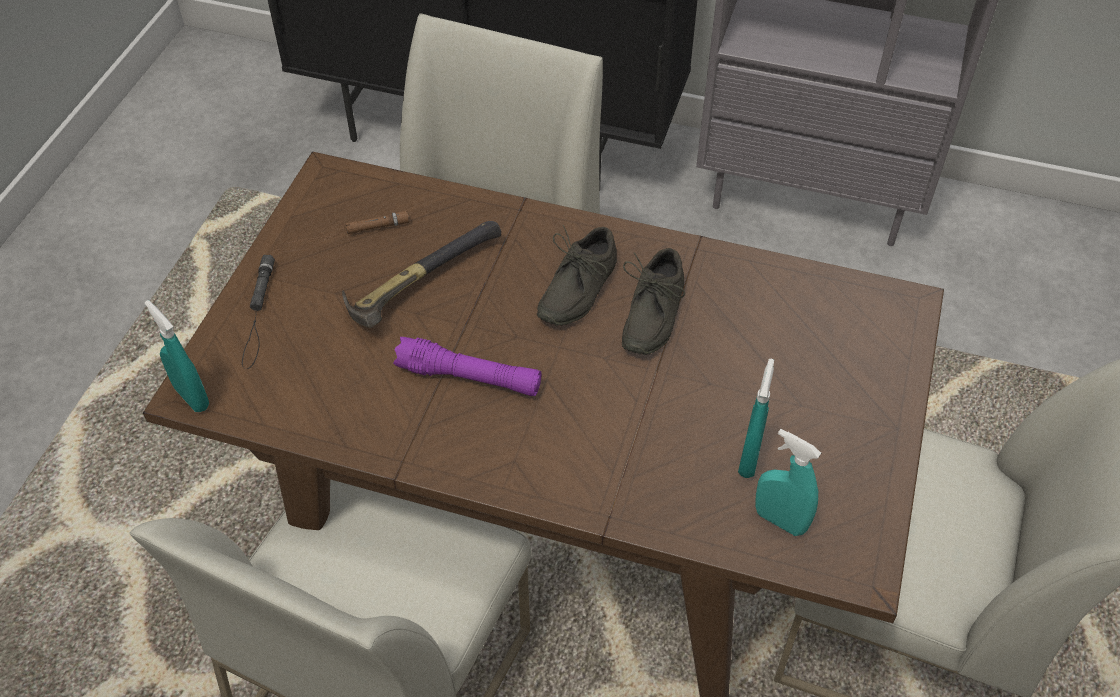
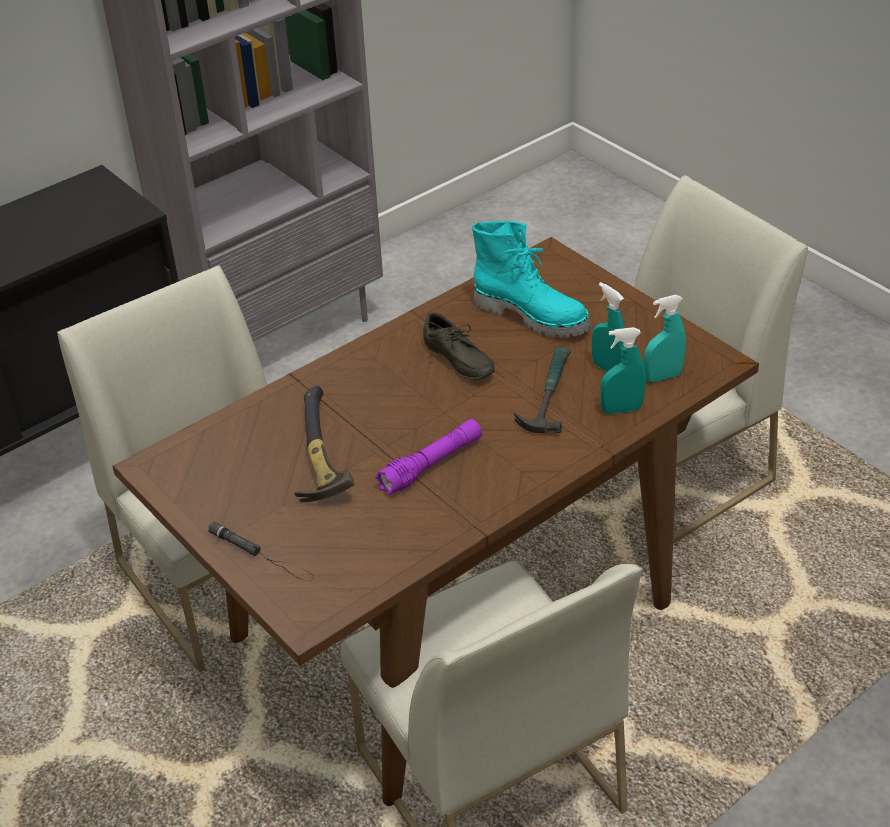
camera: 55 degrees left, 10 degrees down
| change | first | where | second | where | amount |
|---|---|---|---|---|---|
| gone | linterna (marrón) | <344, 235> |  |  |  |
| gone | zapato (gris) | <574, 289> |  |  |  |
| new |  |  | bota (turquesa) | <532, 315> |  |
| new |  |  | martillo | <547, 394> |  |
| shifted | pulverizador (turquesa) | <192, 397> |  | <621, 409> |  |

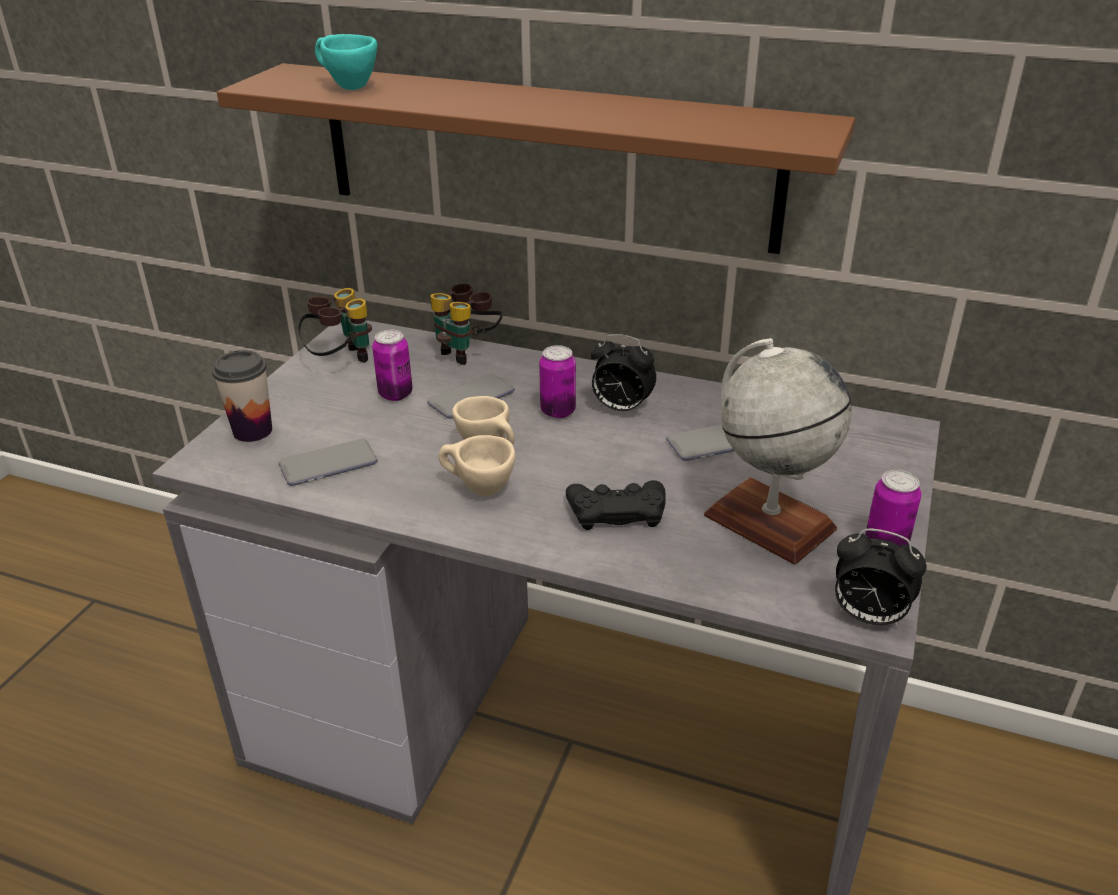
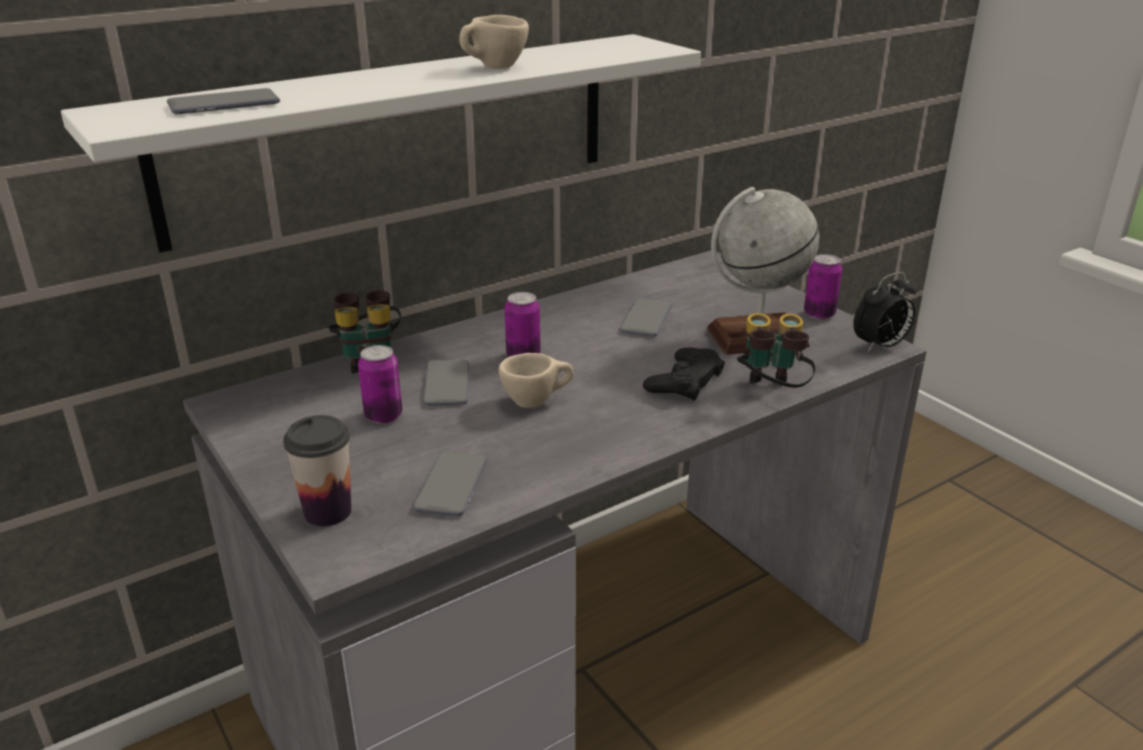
camera: 55 degrees left, 5 degrees down
| change | first | where | second | where | amount |
|---|---|---|---|---|---|
| gone | despertador | <620, 409> |  |  |  |
| shifted | prismáticos | <340, 360> |  | <770, 393> |  |
| shifted | taza (beis) | <477, 489> |  | <494, 68> |  |
| swapped | taza (turquesa) | <346, 86> | móvil | <224, 104> |  |
| repainted | estante (marrón) | <544, 156> | estante (blanco) | <396, 135> |  |

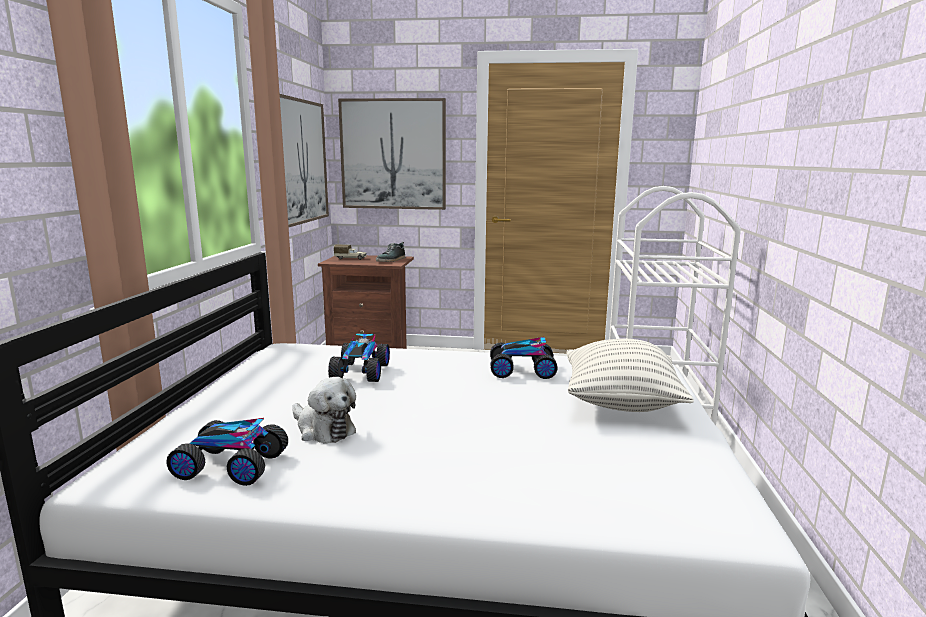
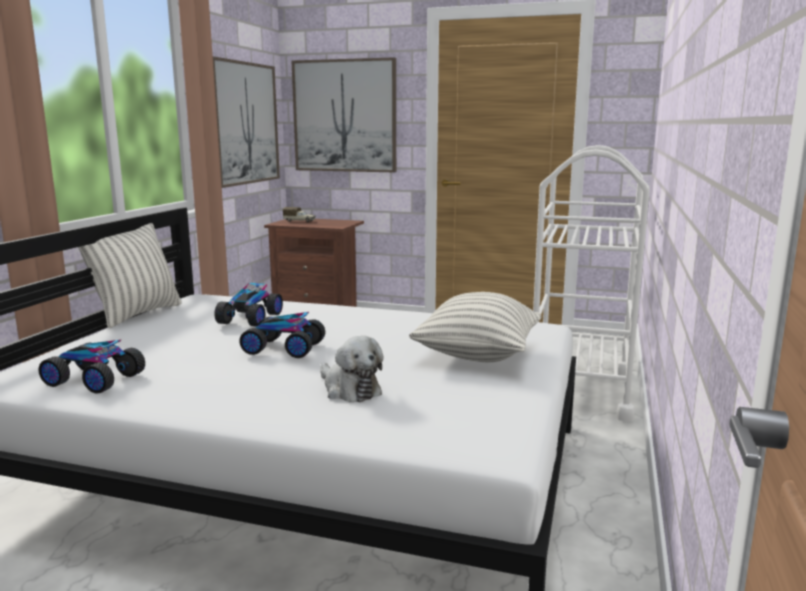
camera: 10 degrees right, 0 degrees up
| change | first | where | second | where | amount |
|---|---|---|---|---|---|
| gone | zapato | <391, 260> |  |  |  |
| new |  |  | cojín | <137, 314> |  |
| shifted | peluche | <323, 429> |  | <349, 389> |  |
| shifted | coche de juguete | <522, 370> |  | <284, 348> |  |

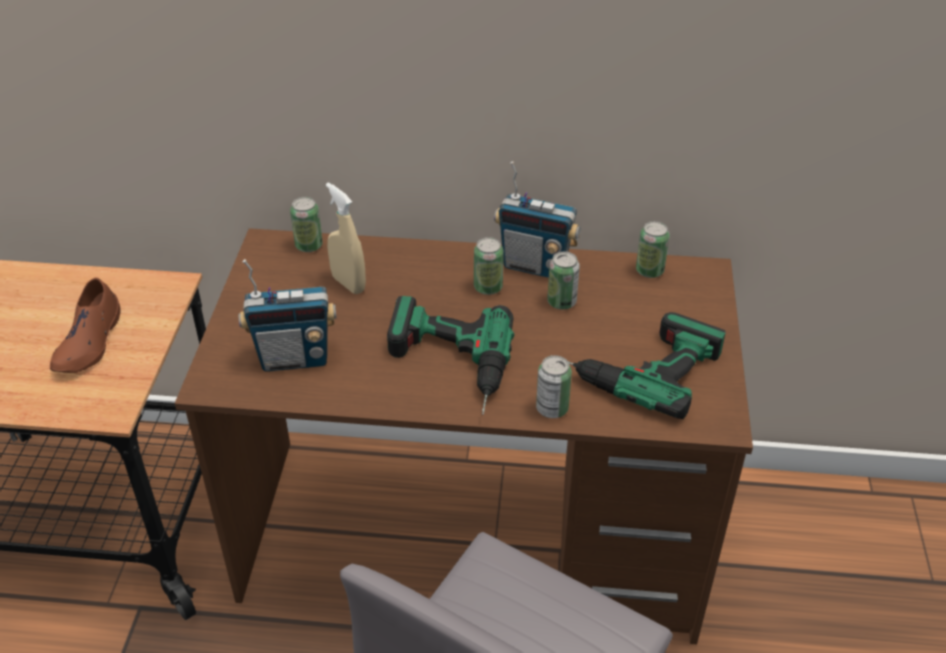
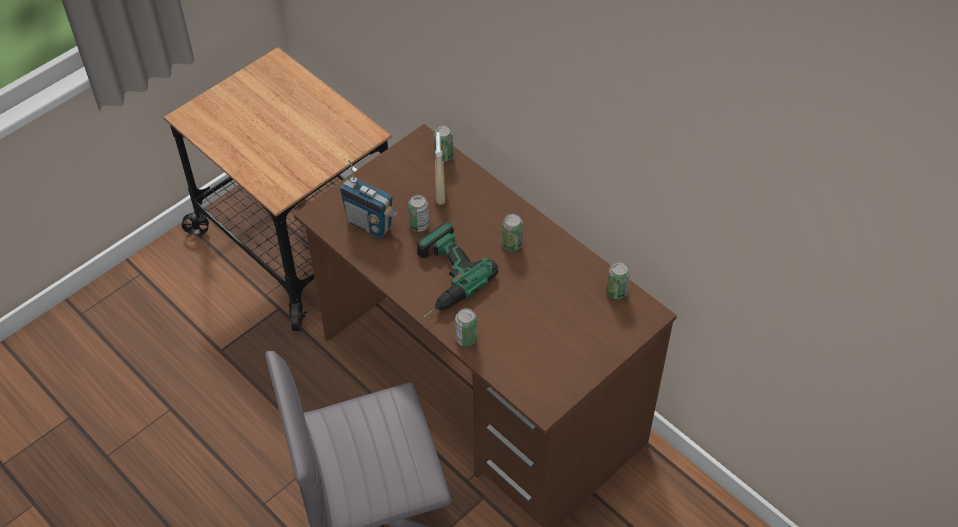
camera: 40 degrees right, 10 degrees up
| change | first | where | second | where | amount |
|---|---|---|---|---|---|
| gone | zapato (marrón) | <89, 342> |  |  |  |
| gone | radio | <535, 266> |  |  |  |
| gone | taladro | <635, 363> |  |  |  |
| shifted | lata | <561, 302> |  | <419, 225> |  |

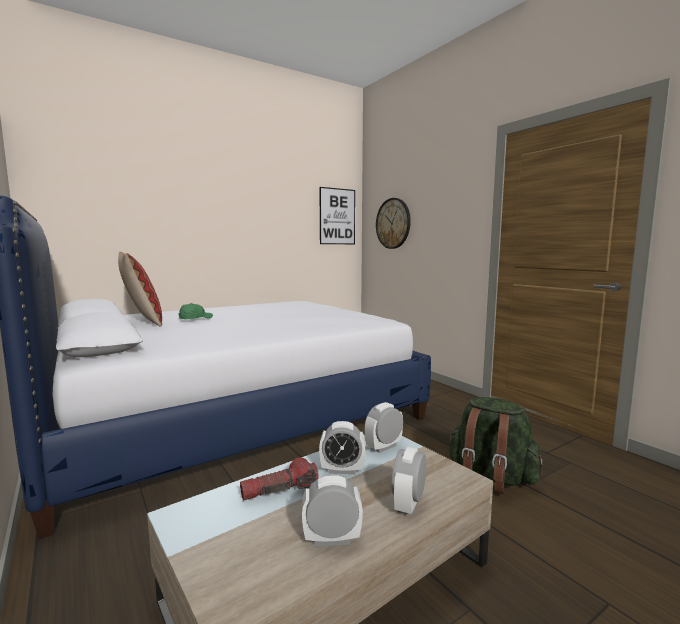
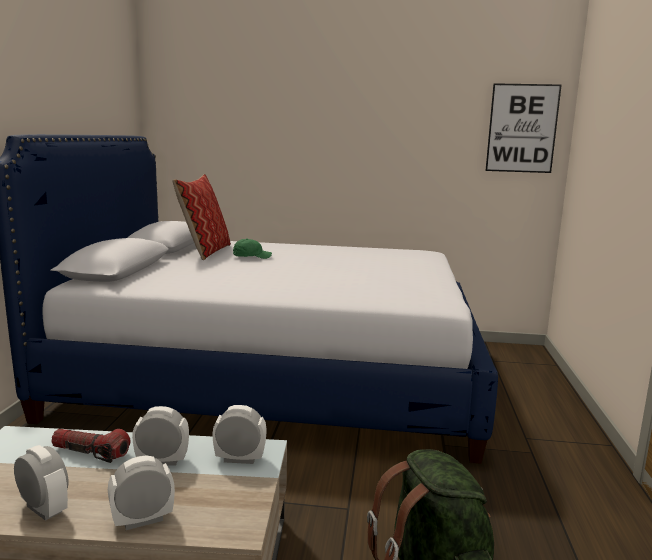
camera: 40 degrees right, 5 degrees up
| change | first | where | second | where | amount |
|---|---|---|---|---|---|
| gone | reloj de pared | <393, 223> |  |  |  |
| rotated | despertador | <342, 470> |  | <162, 461> | 135 degrees clockwise |

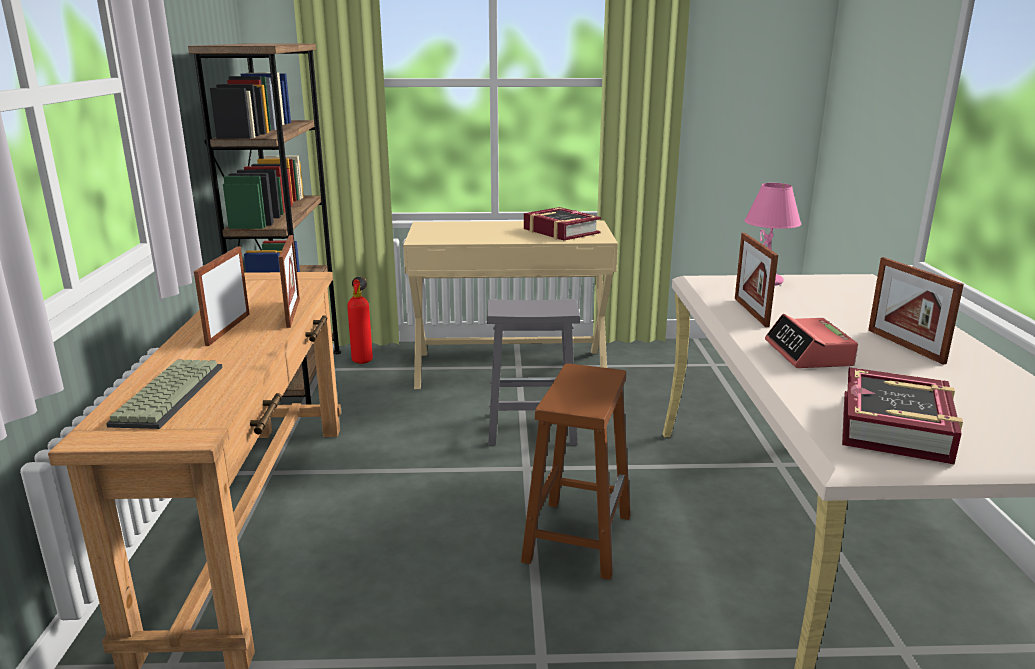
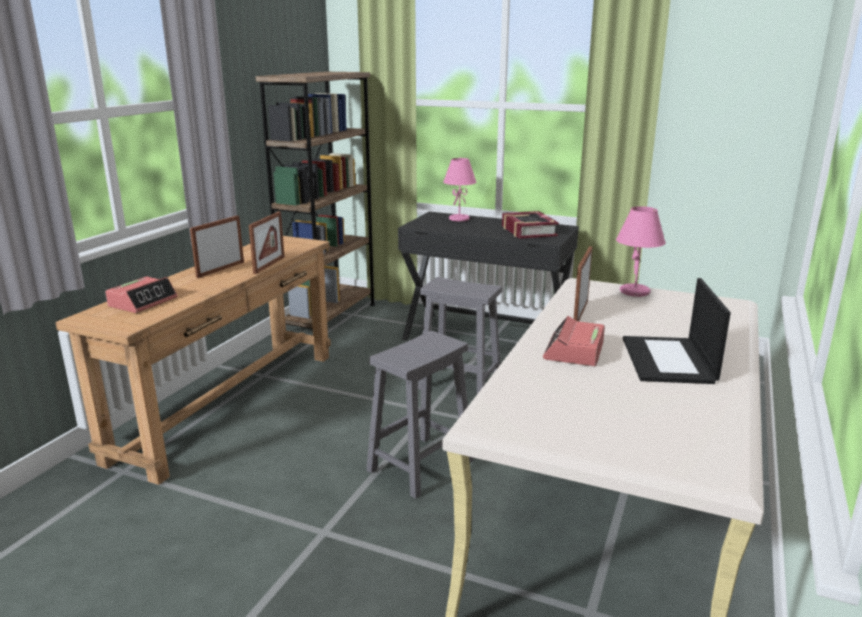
camera: 25 degrees right, 0 degrees up
| change | first | where | second | where | amount |
|---|---|---|---|---|---|
| gone | extintor | <363, 360> |  |  |  |
| gone | libro | <896, 427> |  |  |  |
| new |  |  | lámpara de mesa (rosa) | <459, 219> |  |
| swapped | teclado | <167, 394> | despertador | <143, 302> |  |
| swapped | portarretratos | <905, 346> | portátil | <669, 361> |  |
| repainted | escritorio (beis) | <510, 368> | escritorio (negro) | <485, 337> |  |
| repainted | taburete (marrón) | <578, 536> | taburete (gris) | <421, 465> |  |

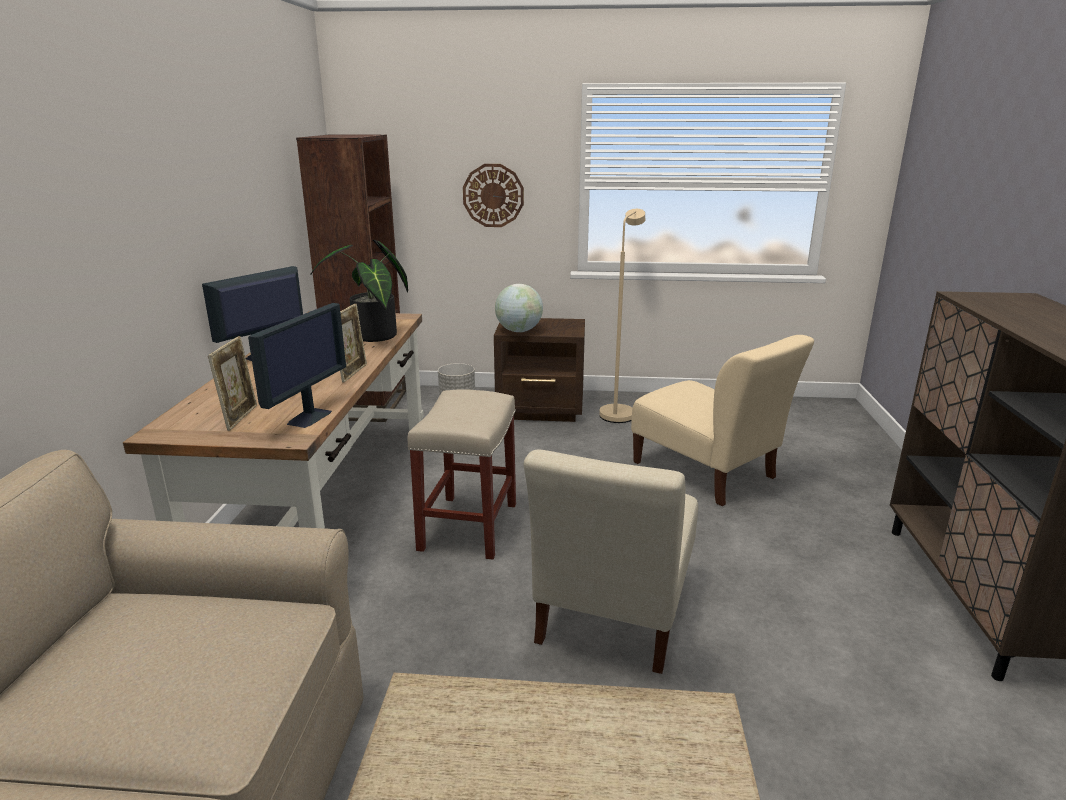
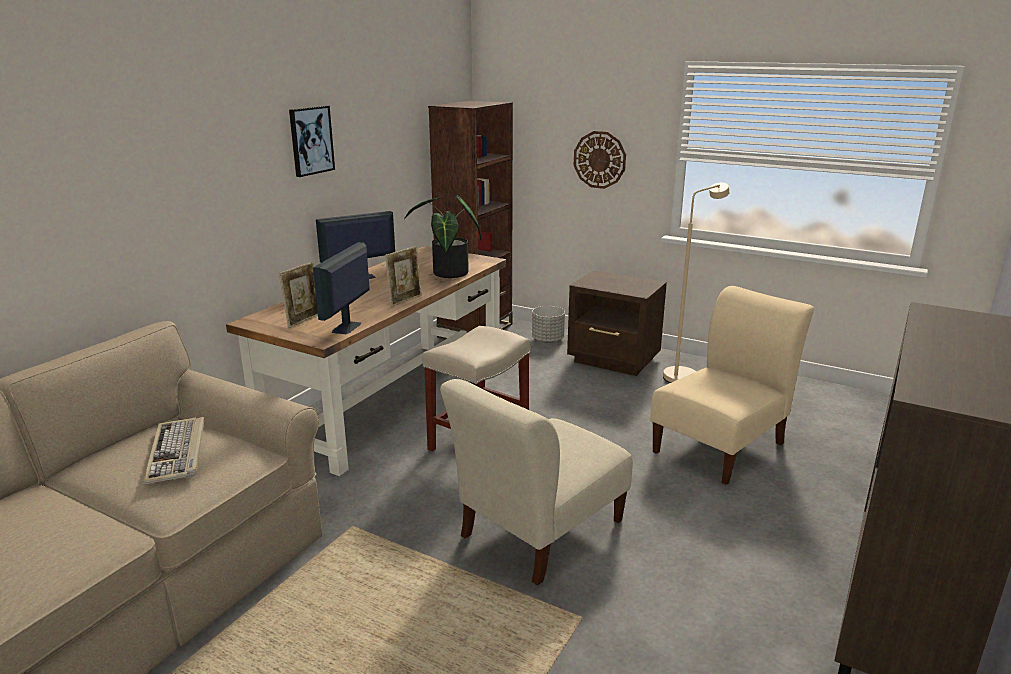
camera: 25 degrees right, 0 degrees up
| change | first | where | second | where | amount |
|---|---|---|---|---|---|
| gone | globo terráqueo | <519, 331> |  |  |  |
| new |  |  | teclado | <178, 453> |  |
| new |  |  | cuadro | <311, 140> |  |
| rotated | monitor | <310, 417> |  | <346, 328> | 150 degrees clockwise |
| rotated | silla (beis) | <707, 473> |  | <721, 445> | 120 degrees counterclockwise |

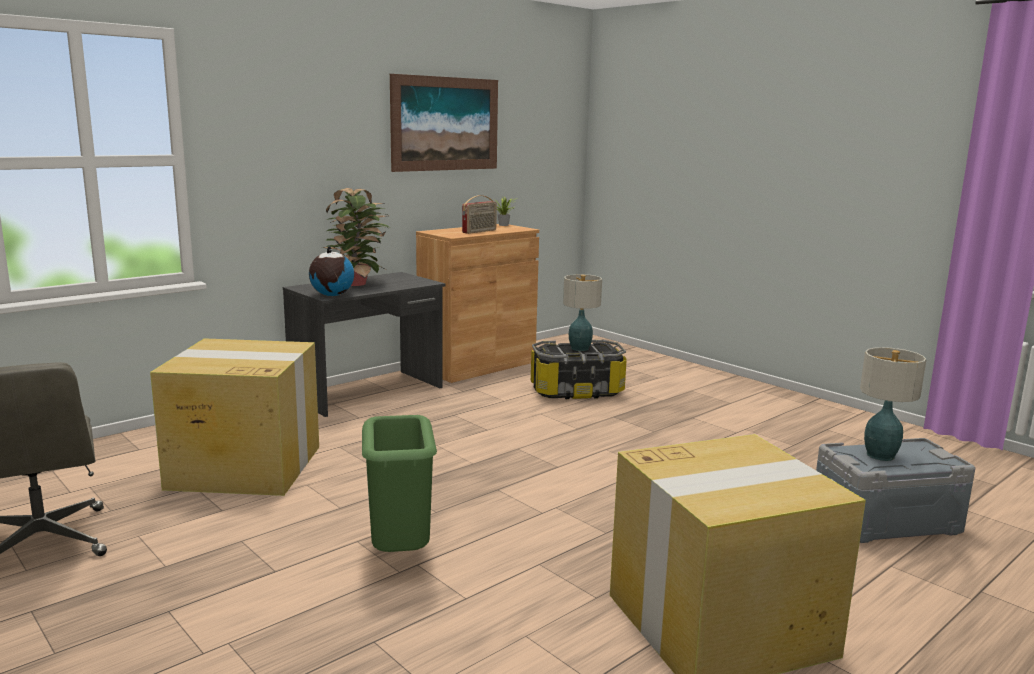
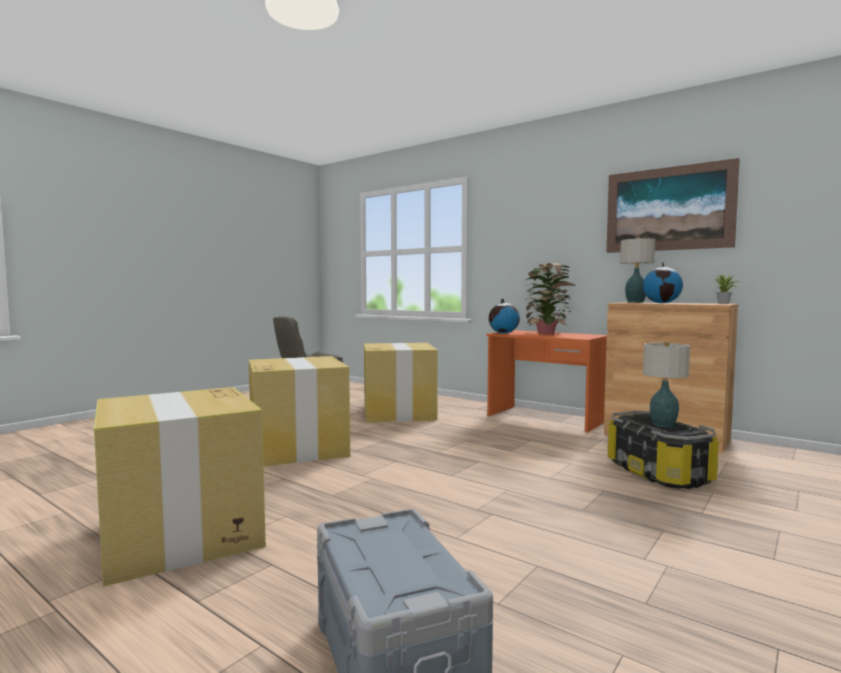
camera: 80 degrees right, 10 degrees down
| change | first | where | second | where | amount |
|---|---|---|---|---|---|
| shifted | lámpara de mesa | <879, 455> |  | <635, 302> |  |
| swapped | papelera (verde) | <398, 554> | caja de cartón | <298, 448> |  |
| swapped | radio | <479, 231> | globo terráqueo | <662, 303> |  |
| repainted | escritorio (gris) | <368, 392> | escritorio (naranja) | <545, 418> |  |

